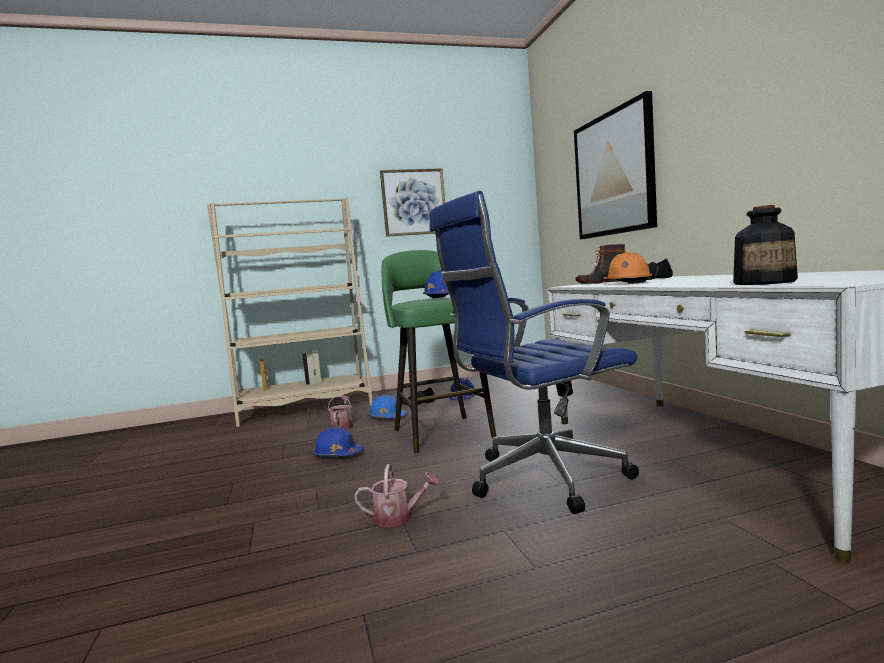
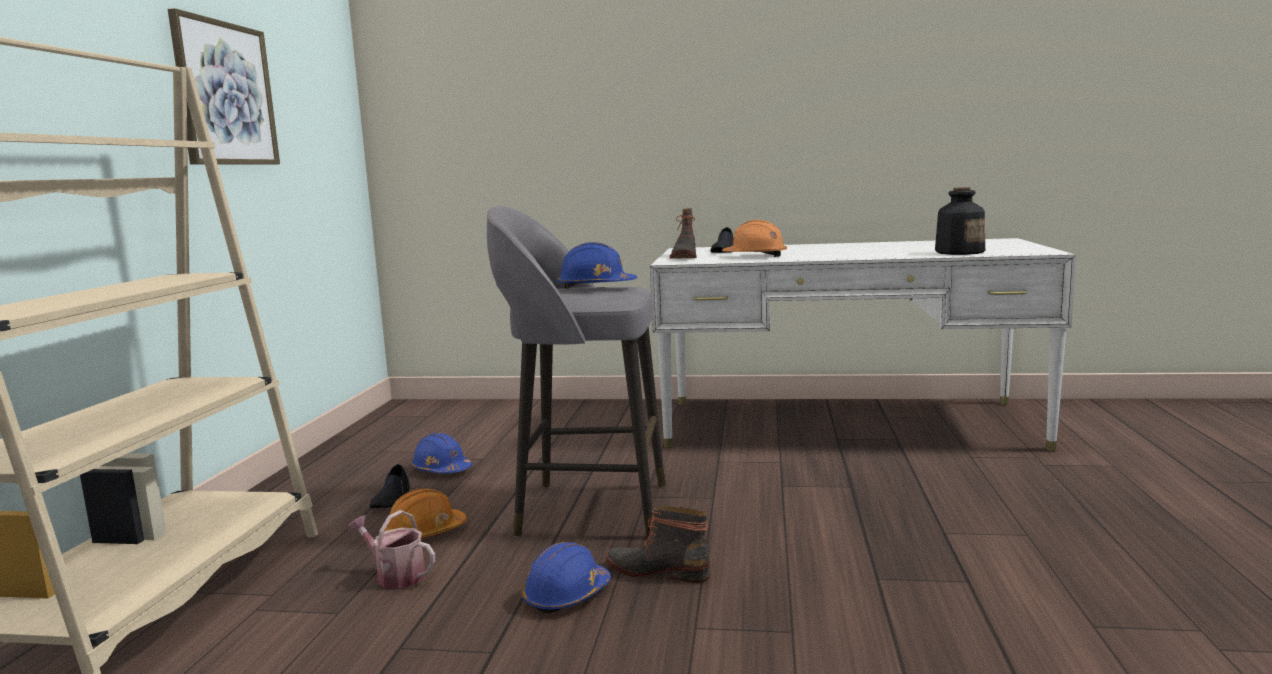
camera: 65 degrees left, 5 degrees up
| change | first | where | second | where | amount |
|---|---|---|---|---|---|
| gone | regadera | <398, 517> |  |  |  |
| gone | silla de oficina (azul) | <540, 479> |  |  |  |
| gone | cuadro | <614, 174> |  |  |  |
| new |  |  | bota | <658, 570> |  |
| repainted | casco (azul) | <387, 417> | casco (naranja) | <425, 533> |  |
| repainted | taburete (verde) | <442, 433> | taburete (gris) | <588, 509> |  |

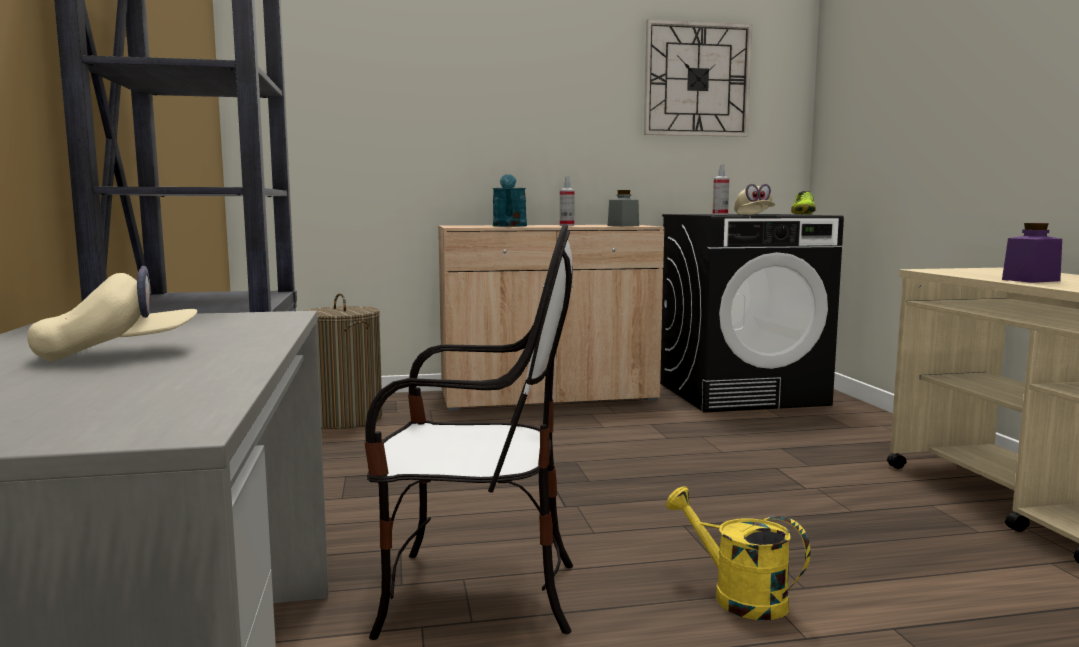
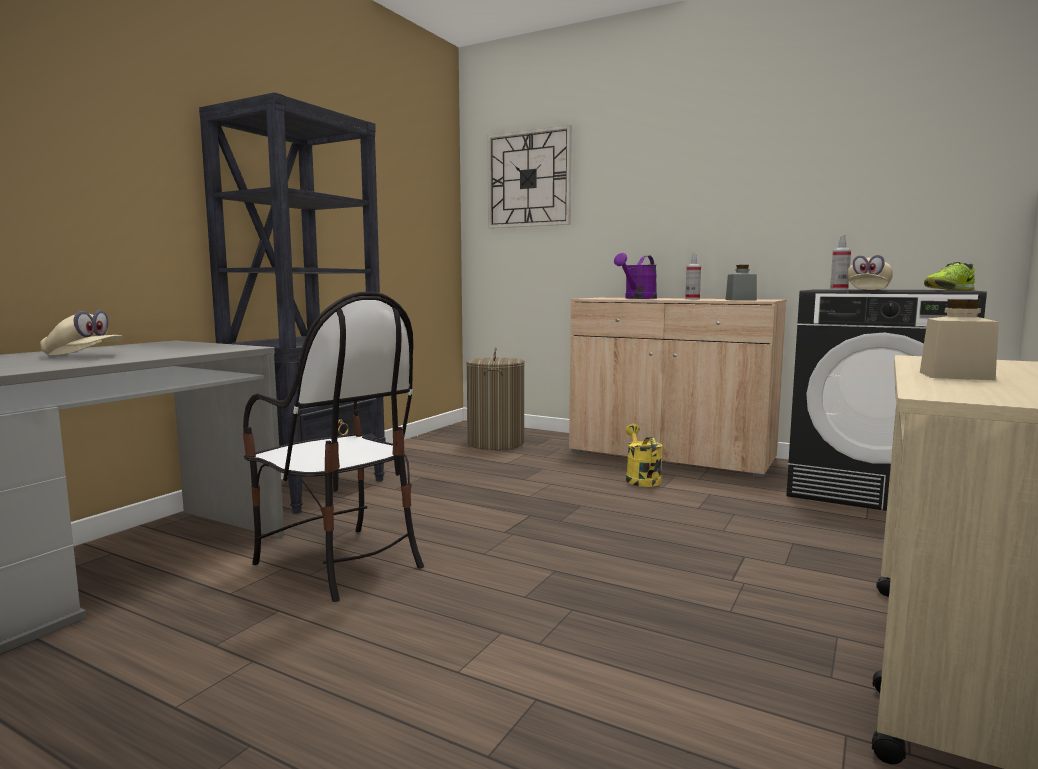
camera: 40 degrees right, 0 degrees up
| change | first | where | second | where | amount |
|---|---|---|---|---|---|
| shifted | reloj de pared | <697, 79> |  | <529, 179> |  |
| shifted | regadera (amarillo) | <737, 596> |  | <641, 479> |  |
| repainted | regadera (turquesa) | <510, 226> | regadera (morado) | <637, 298> |  |
| repainted | tarro (morado) | <1030, 280> | tarro (beis) | <955, 376> |  |

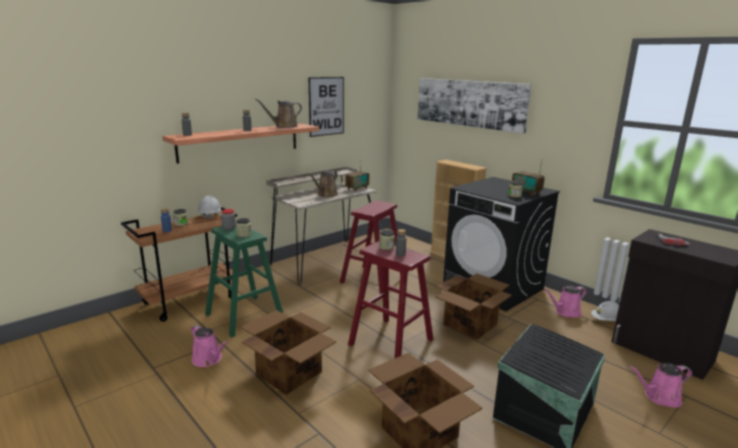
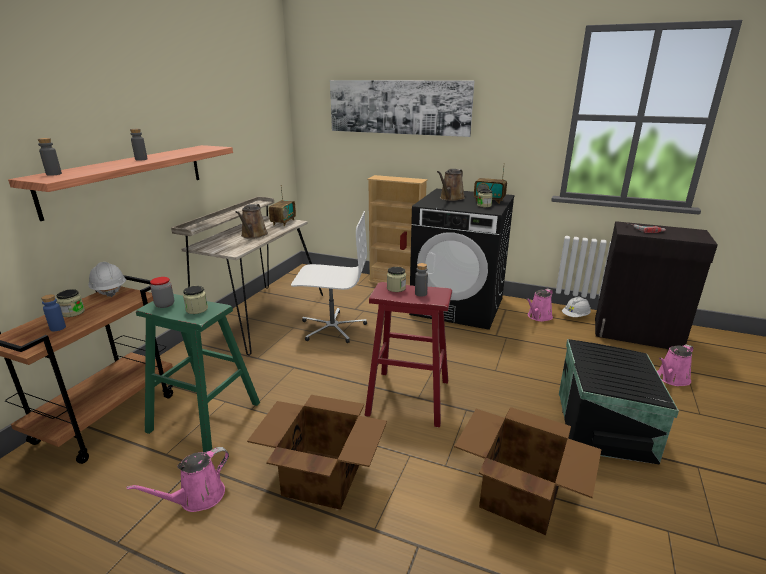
camera: 25 degrees left, 5 degrees up
| change | first | where | second | where | amount |
|---|---|---|---|---|---|
| gone | cuadro | <326, 106> |  |  |  |
| gone | caja de cartón | <470, 324> |  |  |  |
| shifted | regadera (marrón) | <284, 127> |  | <451, 198> |  |
| swapped | taburete (rojo) | <372, 280> | silla de oficina (blanco) | <332, 327> |  |
| rotated | regadera (rosa) | <208, 359> |  | <197, 498> | 120 degrees clockwise |

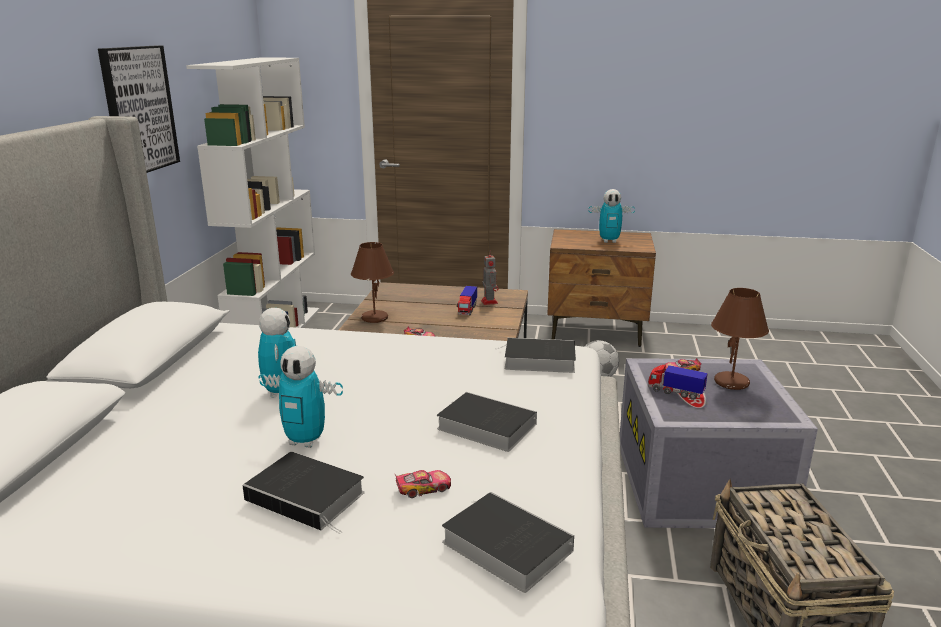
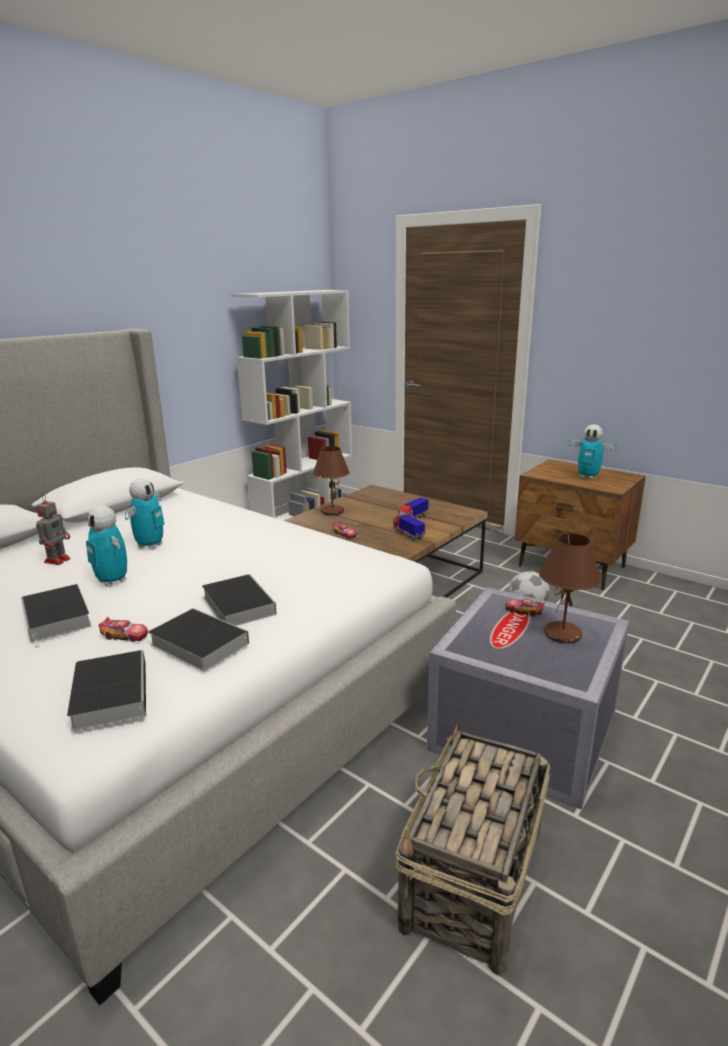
camera: 30 degrees right, 0 degrees up
| change | first | where | second | where | amount |
|---|---|---|---|---|---|
| gone | cuadro | <138, 110> |  |  |  |
| shifted | robot de juguete | <489, 301> |  | <58, 560> |  |
| shifted | libro | <537, 360> |  | <196, 643> |  |
| shifted | camión de juguete | <675, 392> |  | <408, 534> |  |

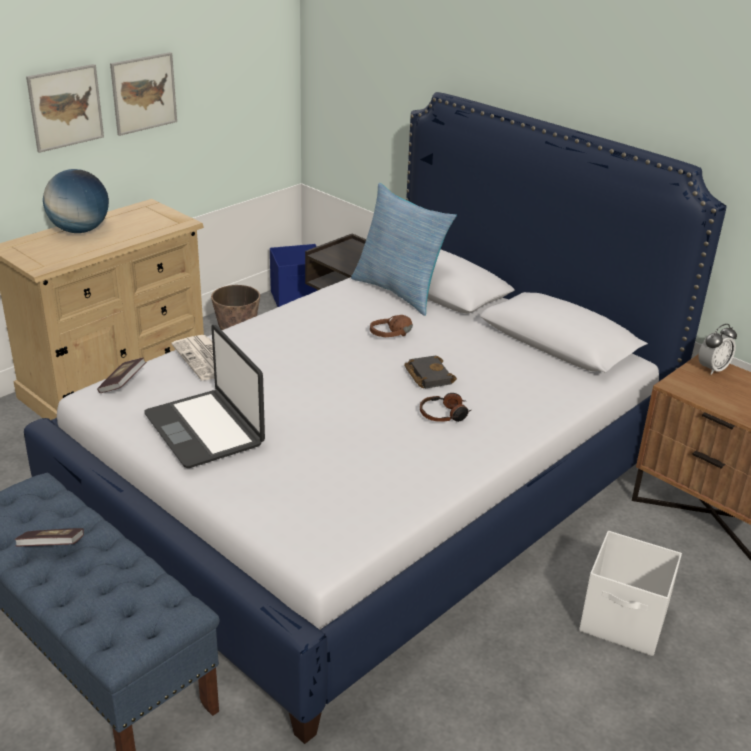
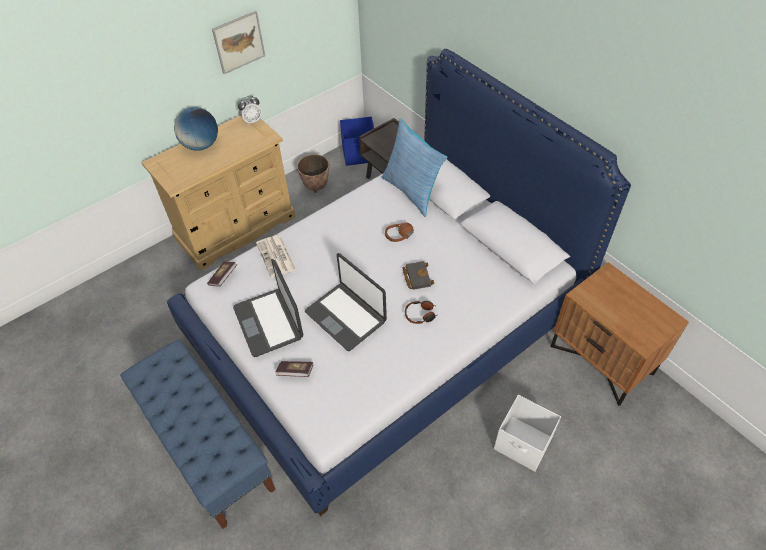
camera: 10 degrees right, 20 degrees up
| change | first | where | second | where | amount |
|---|---|---|---|---|---|
| gone | cuadro | <65, 107> |  |  |  |
| new |  |  | portátil | <346, 316> |  |
| shifted | libro | <51, 547> |  | <295, 372> |  |
| shifted | despertador | <712, 369> |  | <252, 120> |  |

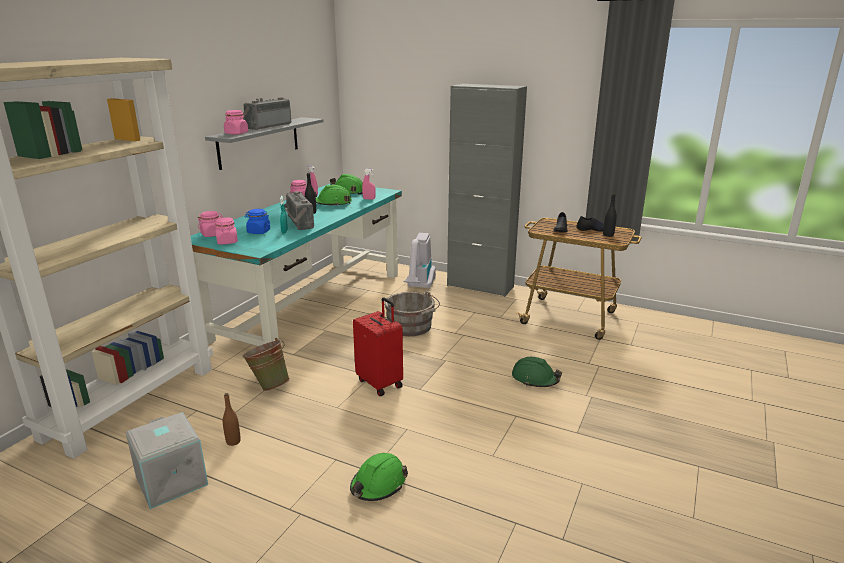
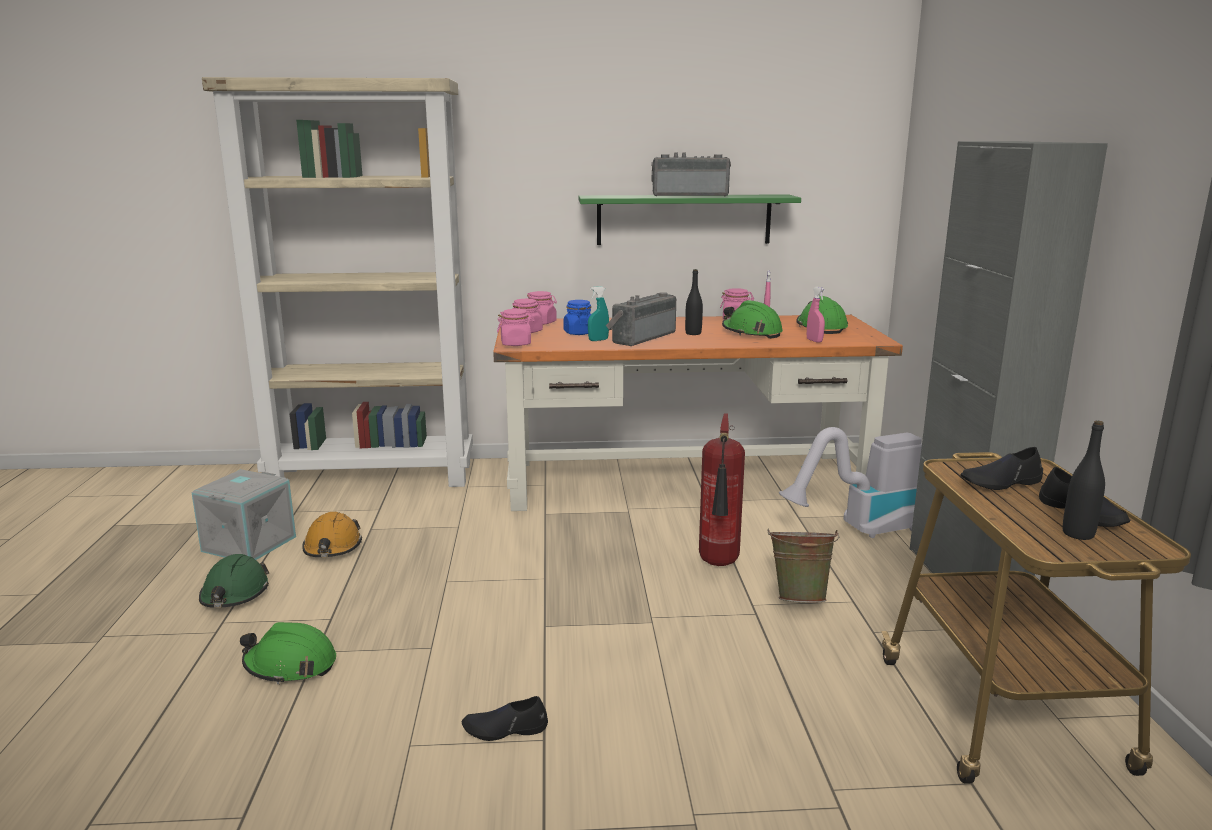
camera: 60 degrees right, 5 degrees down
| change | first | where | second | where | amount |
|---|---|---|---|---|---|
| gone | maleta (rojo) | <380, 383> |  |  |  |
| new |  |  | zapato (negro) | <505, 729> |  |
| shifted | tarro (rosa) | <236, 133> |  | <516, 344> |  |
| shifted | cubo (verde) | <269, 385> |  | <799, 598> |  |
| shifted | casco (verde) | <535, 379> |  | <235, 594> |  |
| swapped | botella (marrón) | <233, 441> | casco (naranja) | <332, 548> |  |
| swapped | cubo (gris) | <411, 327> | extintor | <719, 564> |  |
| repainted | escritorio (turquesa) | <311, 304> | escritorio (naranja) | <685, 480> |  |
| repainted | estante (gris) | <259, 142> | estante (verde) | <684, 219> |  |

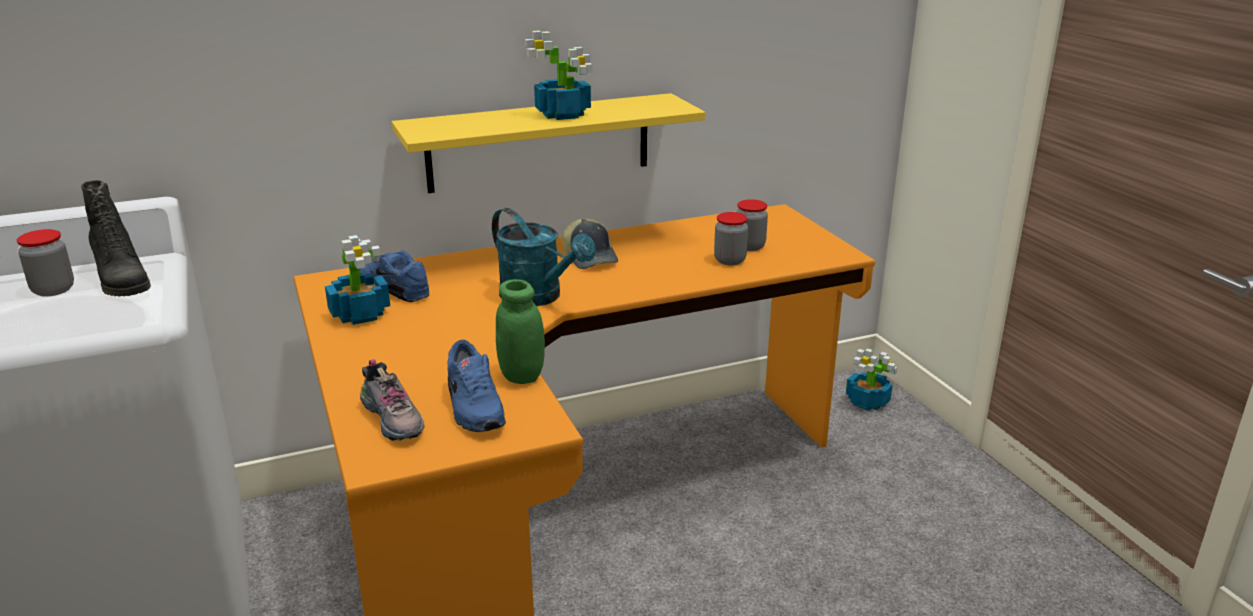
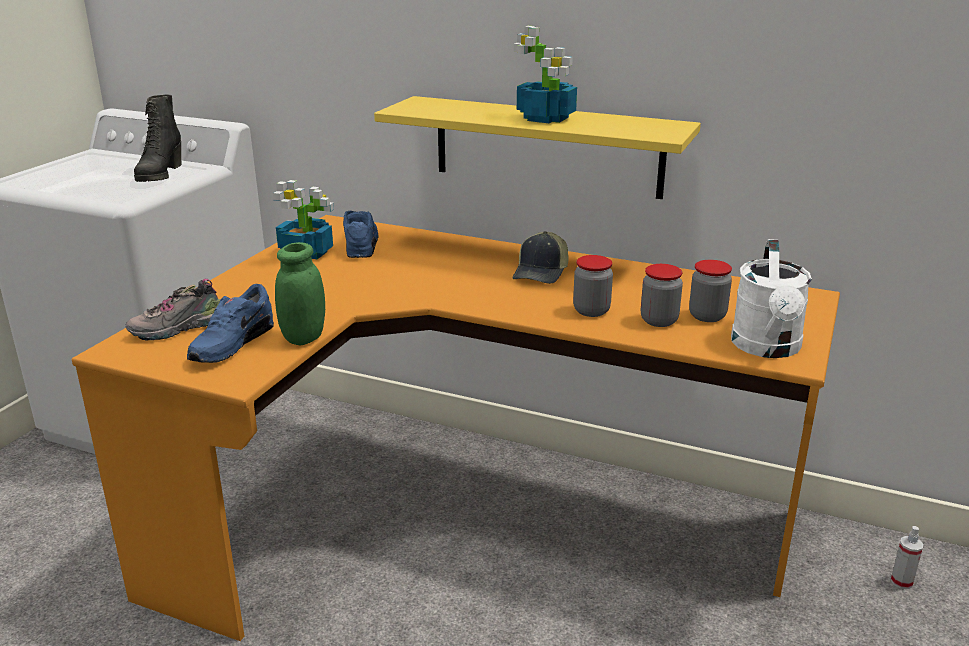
camera: 45 degrees right, 0 degrees up
| change | first | where | second | where | amount |
|---|---|---|---|---|---|
| gone | regadera (turquesa) | <539, 297> |  |  |  |
| new |  |  | regadera (blanco) | <767, 348> |  |
| shifted | tarro | <53, 290> |  | <591, 311> |  |
| swapped | planta en maceta | <868, 401> | pulverizador | <901, 581> |  |
| rotated | zapato | <395, 419> |  | <179, 329> | 45 degrees clockwise |

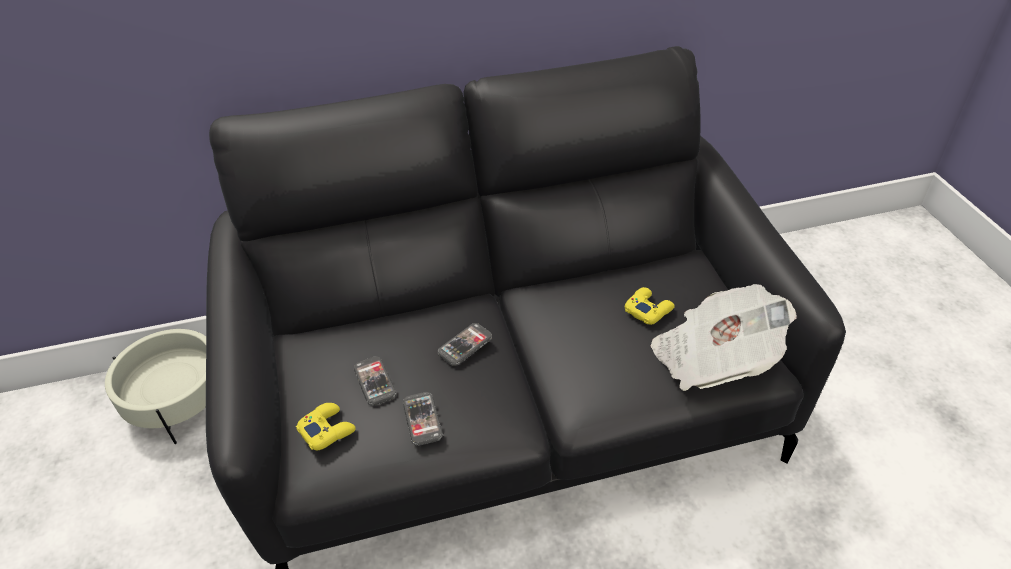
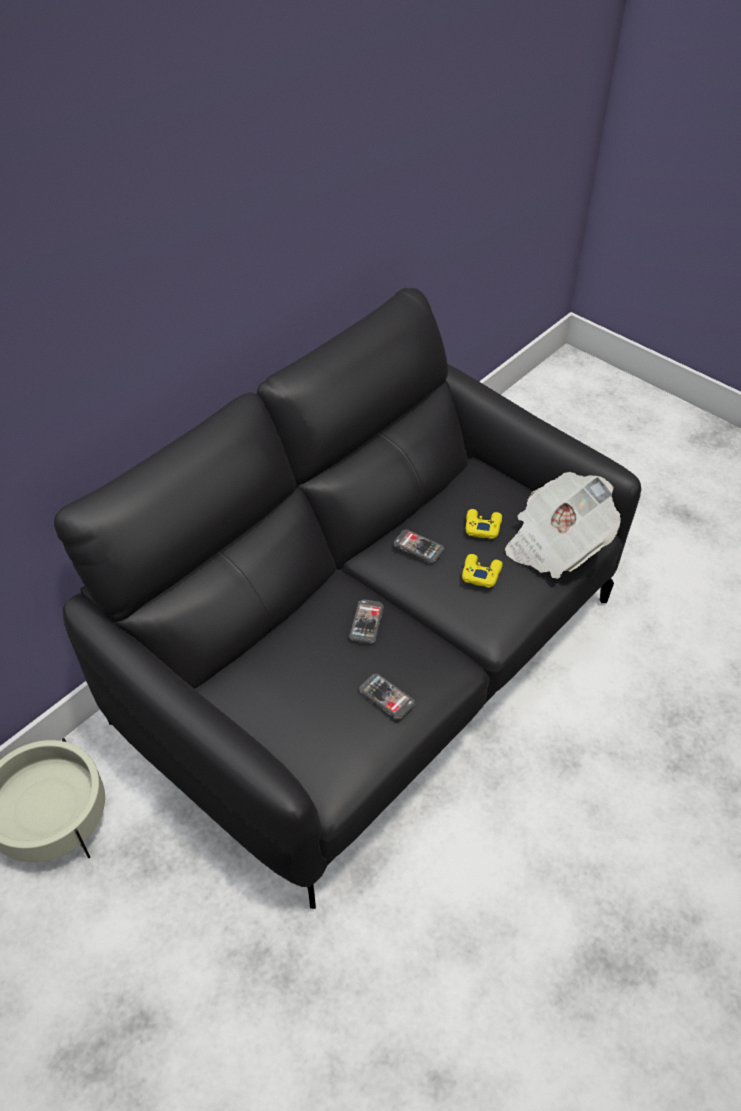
camera: 35 degrees left, 5 degrees up
| change | first | where | second | where | amount |
|---|---|---|---|---|---|
| shifted | mando de consola (amarillo) | <327, 430> |  | <481, 573> |  |
| shifted | móvil | <375, 382> |  | <418, 547> |  |

